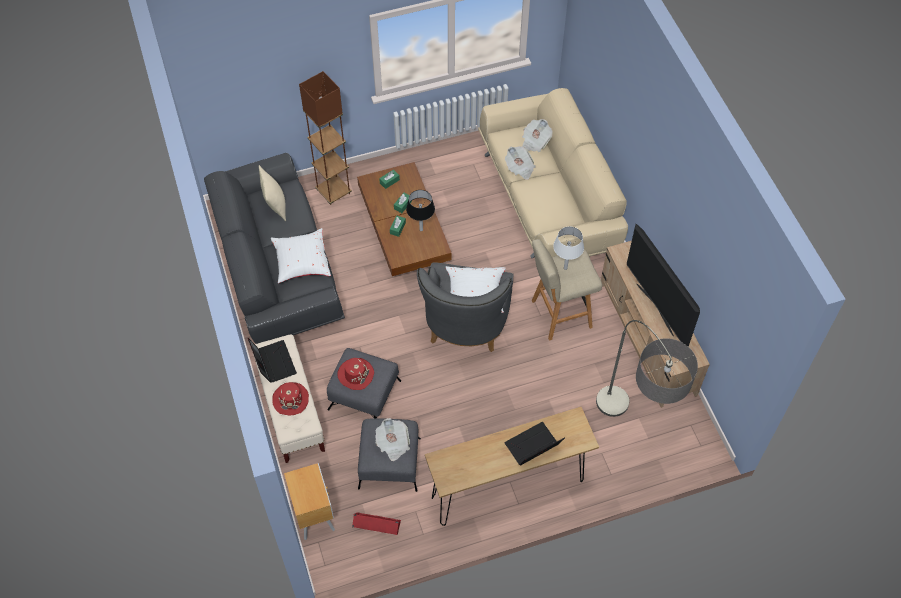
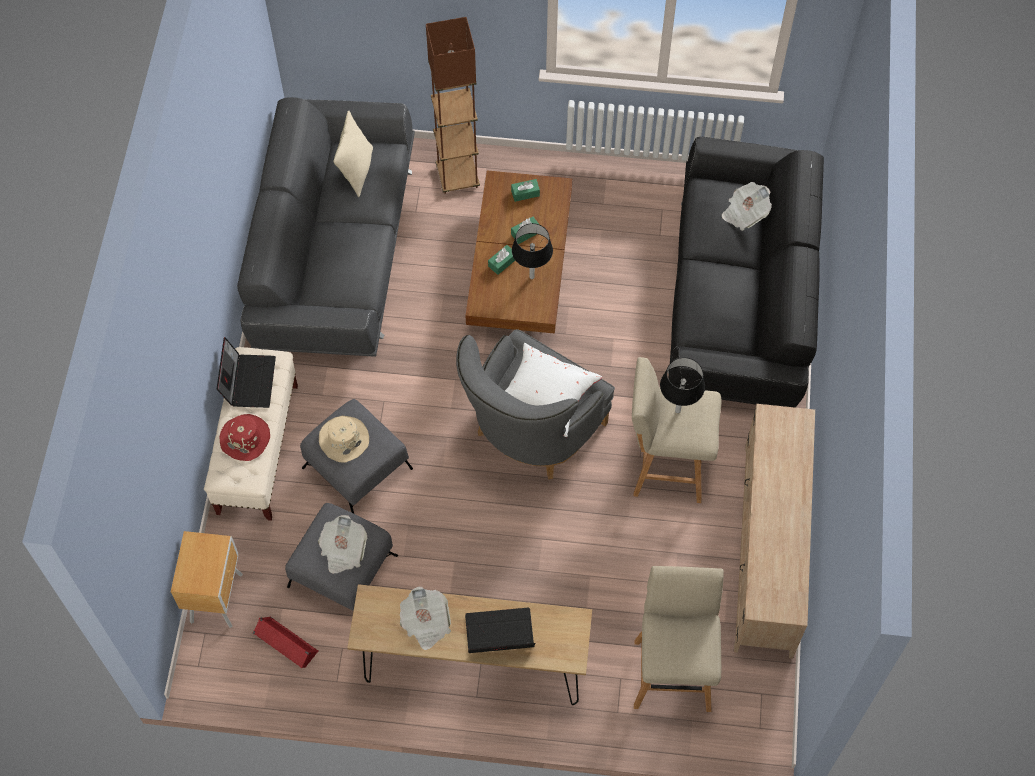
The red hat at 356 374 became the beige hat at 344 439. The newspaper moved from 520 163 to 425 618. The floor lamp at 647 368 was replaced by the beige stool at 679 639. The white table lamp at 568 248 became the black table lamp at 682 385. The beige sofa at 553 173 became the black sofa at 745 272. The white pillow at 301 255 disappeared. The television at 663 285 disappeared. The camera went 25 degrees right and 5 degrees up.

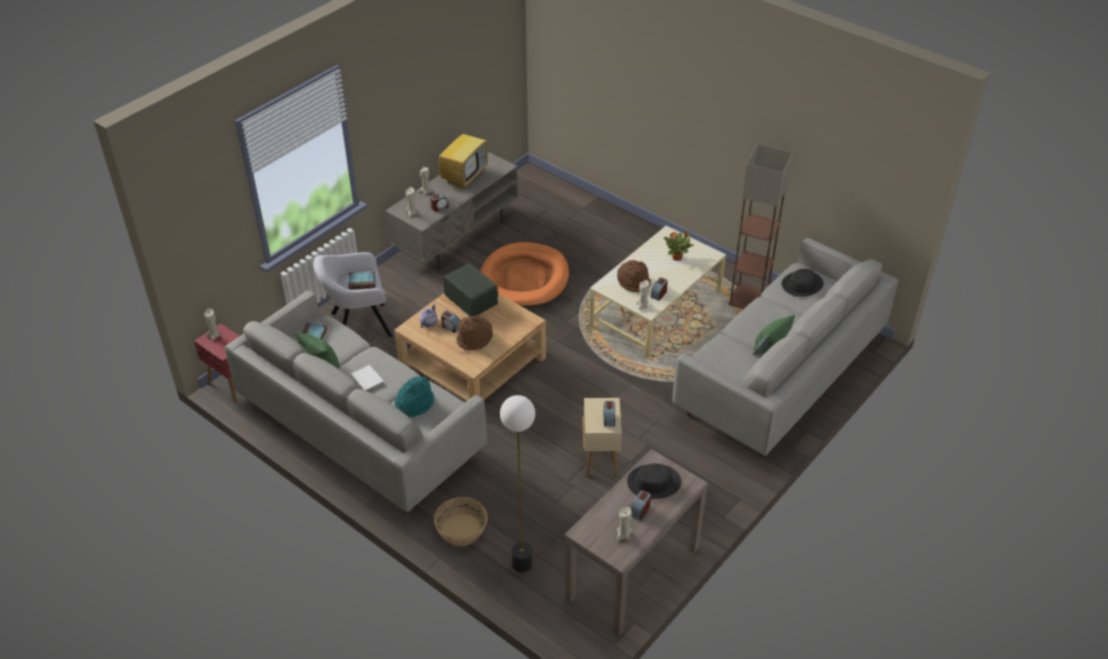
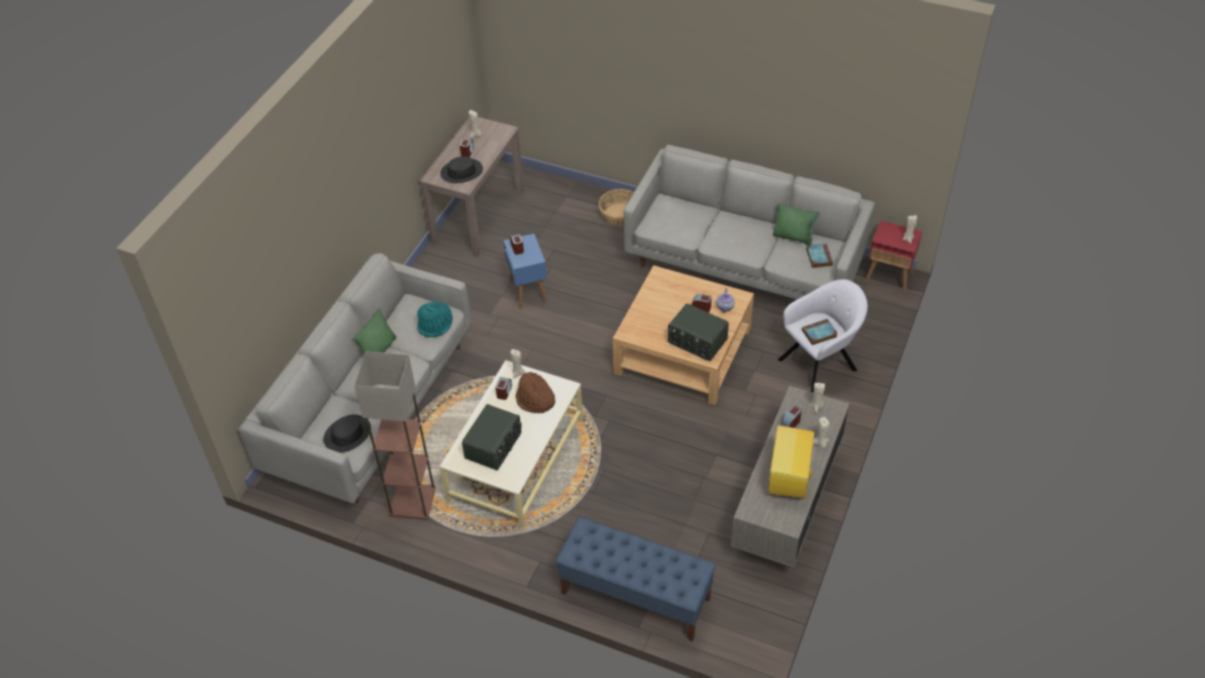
The turquoise hat moved from 414 396 to 435 319. The potted plant at 679 246 was replaced by the radio at 492 437. The beige side table at 602 437 became the blue side table at 525 271. The blue bench at 636 579 appeared. The white book at 367 378 disappeared. The brown hat at 474 333 disappeared. The orange dog bed at 524 275 disappeared. The floor lamp at 517 483 disappeared. The camera went 165 degrees right and 5 degrees up.

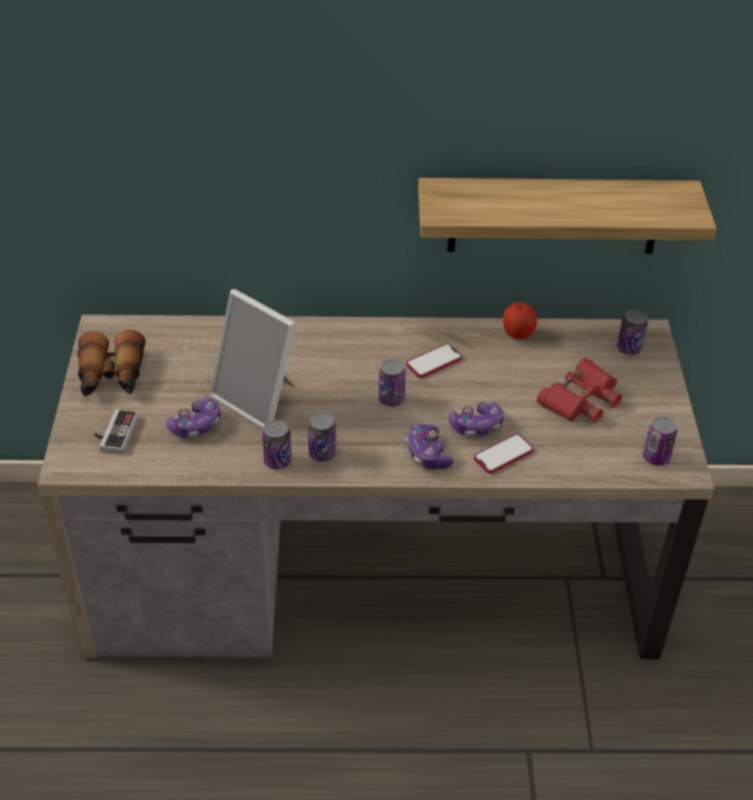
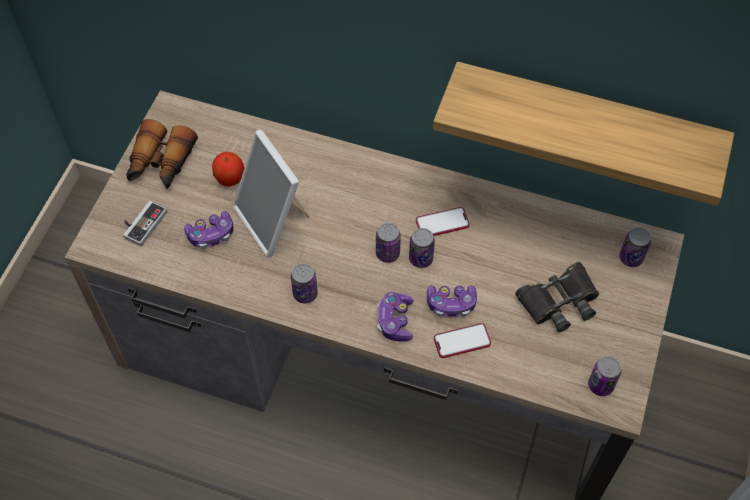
The apple moved from 520 320 to 228 169. The can moved from 277 444 to 422 248. The red binoculars at 579 390 became the black binoculars at 557 297. The camera went 20 degrees right and 15 degrees up.

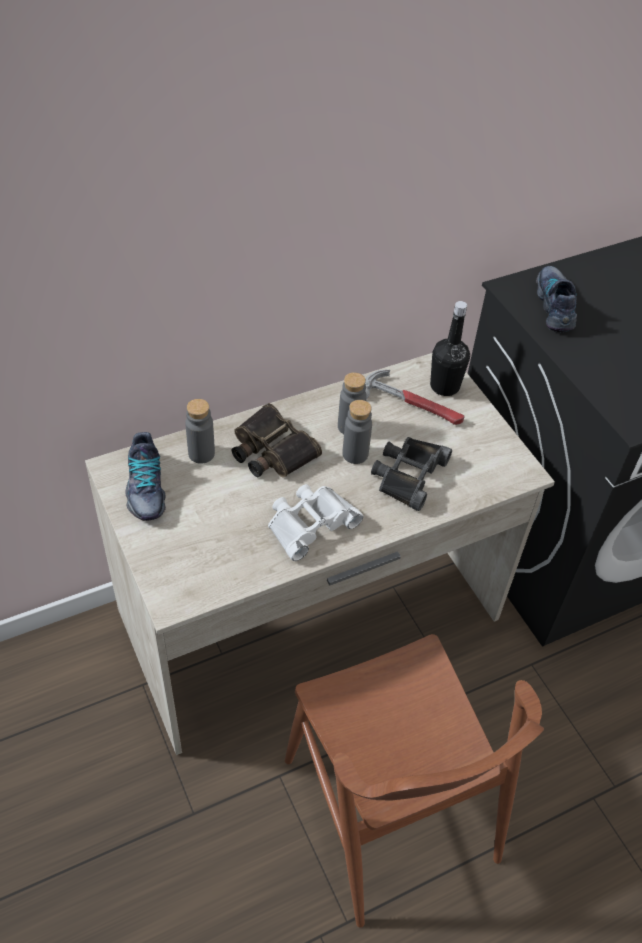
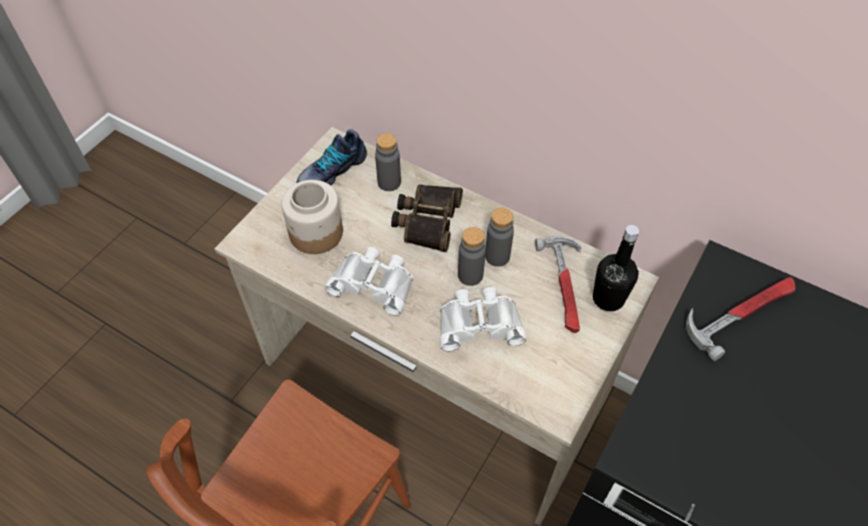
The jar at 312 217 appeared. The black binoculars at 411 474 became the white binoculars at 483 319. The shoe at 556 299 was replaced by the hammer at 740 319. The camera went 60 degrees right and 5 degrees up.

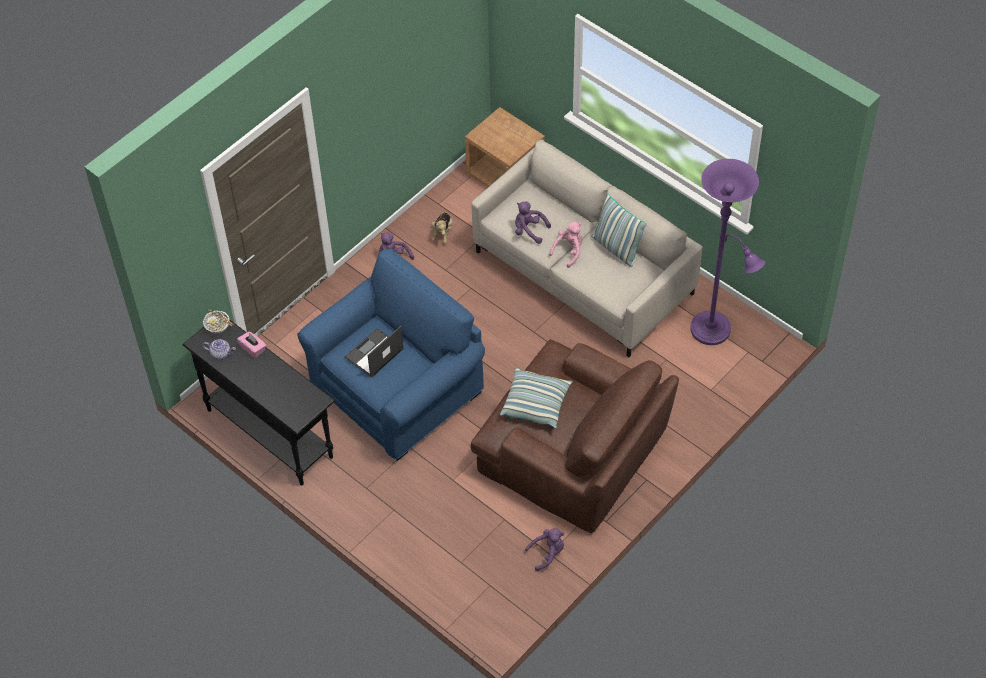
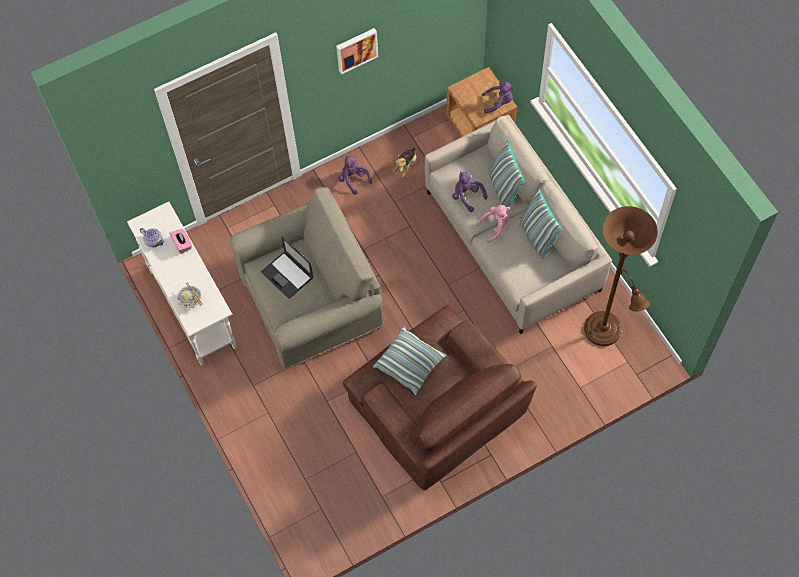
The black console table at 259 403 became the white console table at 181 283. The bowl moved from 218 321 to 190 295. The blue armchair at 391 354 became the beige armchair at 307 278. The laptop at 374 352 turned 105 degrees counterclockwise. The picture at 357 51 appeared. The purple plush toy moved from 544 549 to 498 97. The pillow at 507 173 appeared. The purple floor lamp at 727 252 became the brown floor lamp at 621 276. The camera went 20 degrees right and 10 degrees up.

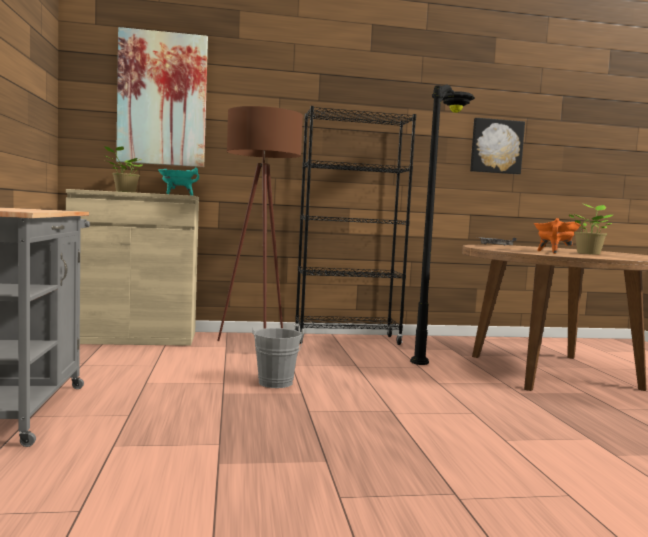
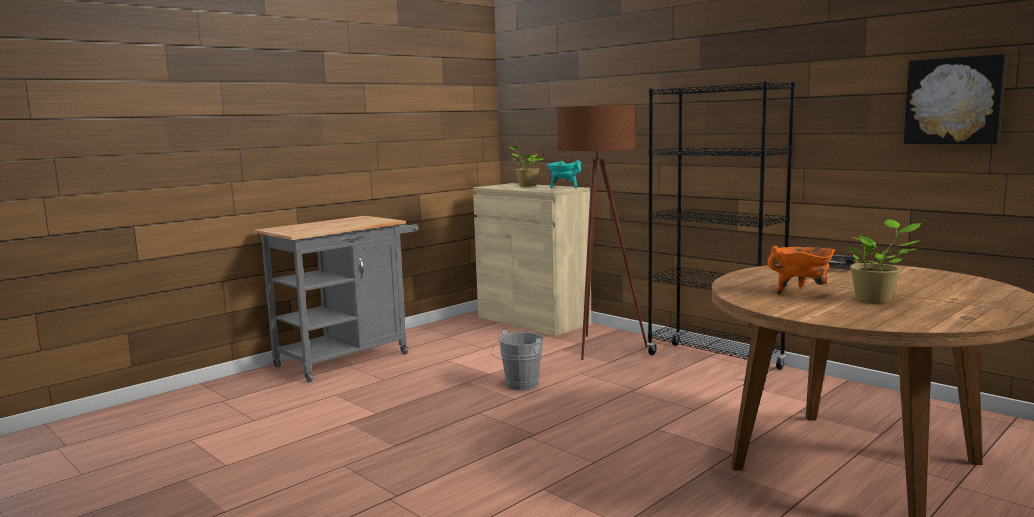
The picture at 162 97 disappeared. The black floor lamp at 442 224 disappeared. The camera went 55 degrees right and 5 degrees up.

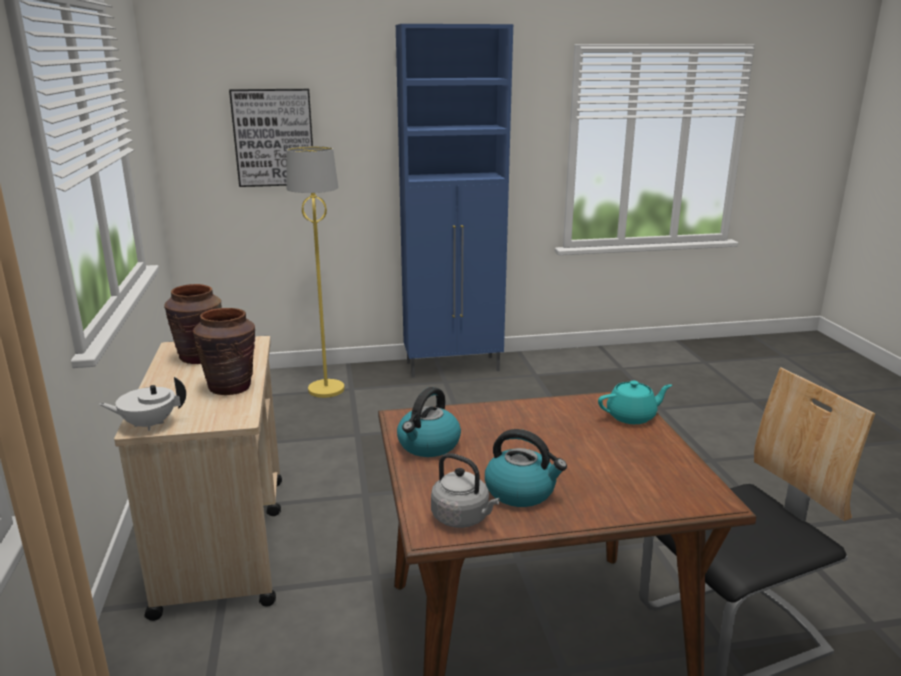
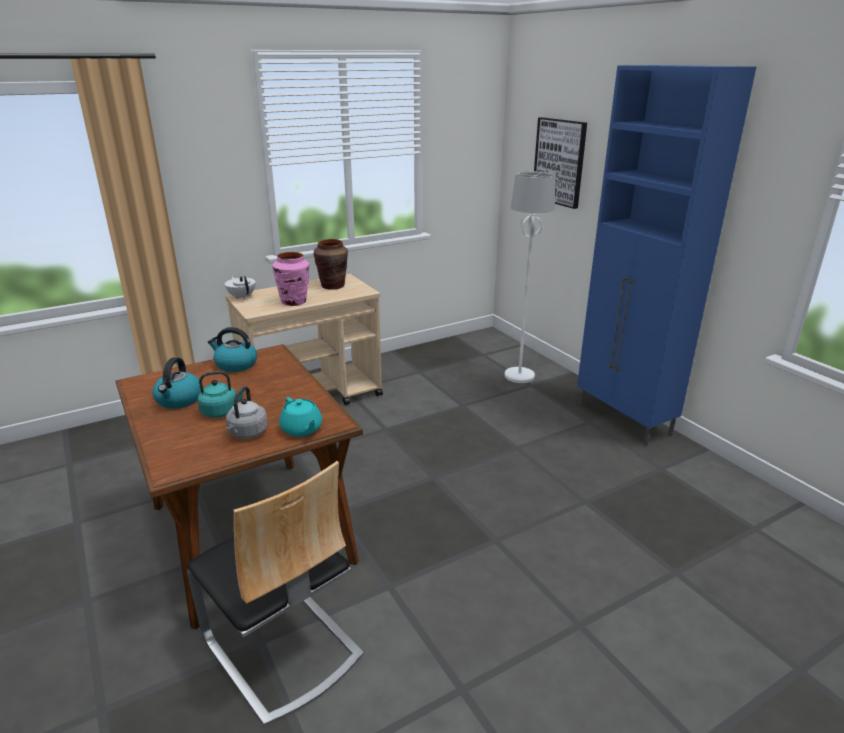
The turquoise kettle at 221 394 appeared. The grey kettle moved from 465 490 to 247 412. The brown vase at 224 351 became the pink vase at 291 279. The yellow floor lamp at 316 272 became the white floor lamp at 530 277. The camera went 70 degrees right and 5 degrees up.

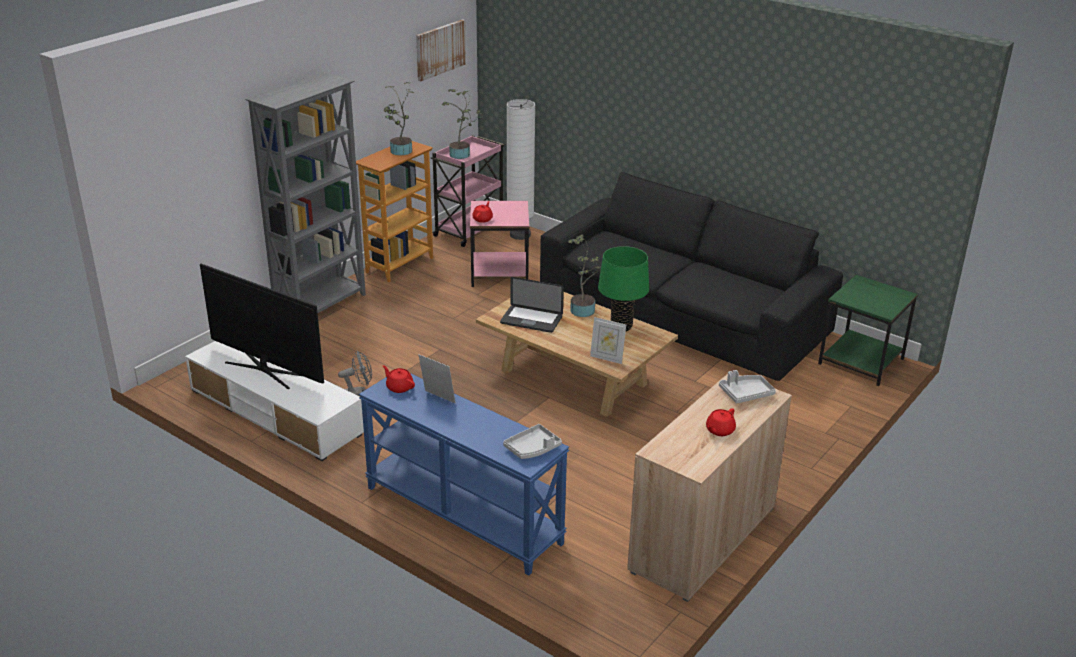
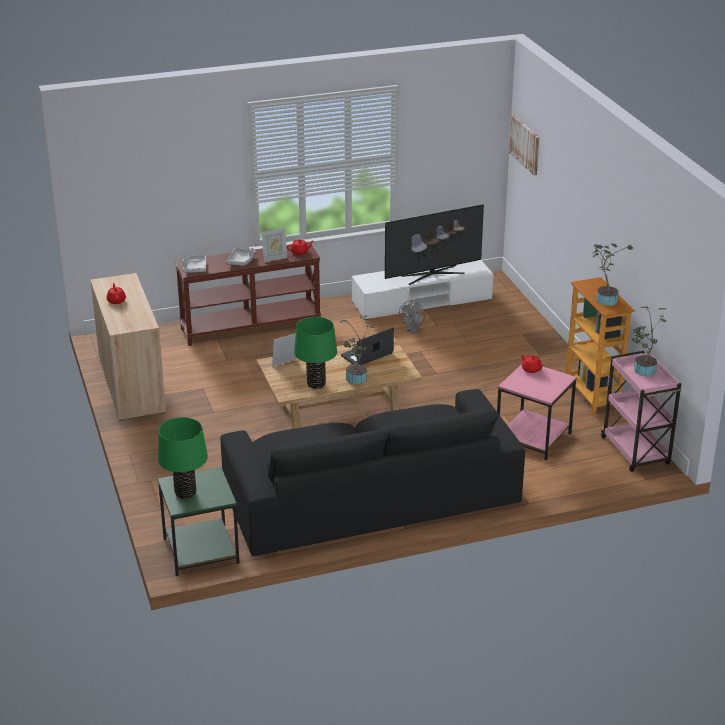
The green table lamp at 183 458 appeared. The blue console table at 464 474 became the brown console table at 248 294. The grey tray moved from 747 387 to 241 257. The picture moved from 441 50 to 524 145. The grey bookcase at 305 192 disappeared. The white floor lamp at 521 169 disappeared. The camera went 125 degrees right and 0 degrees up.

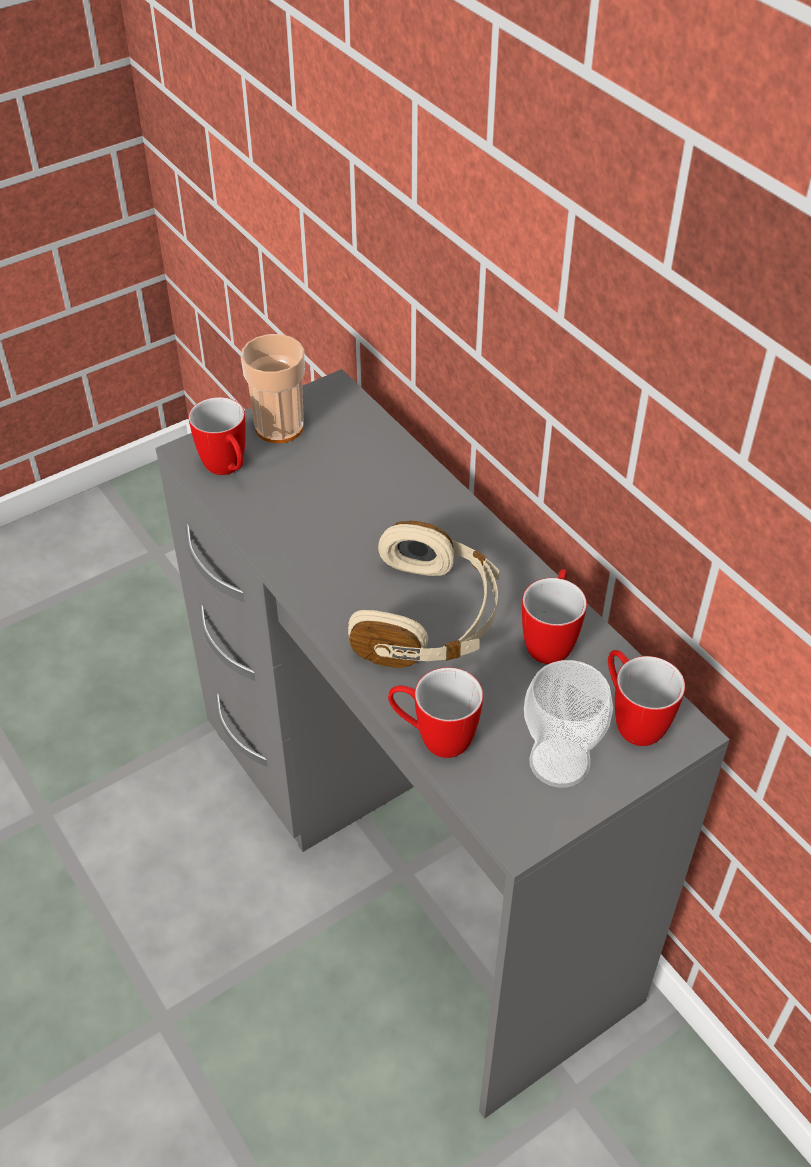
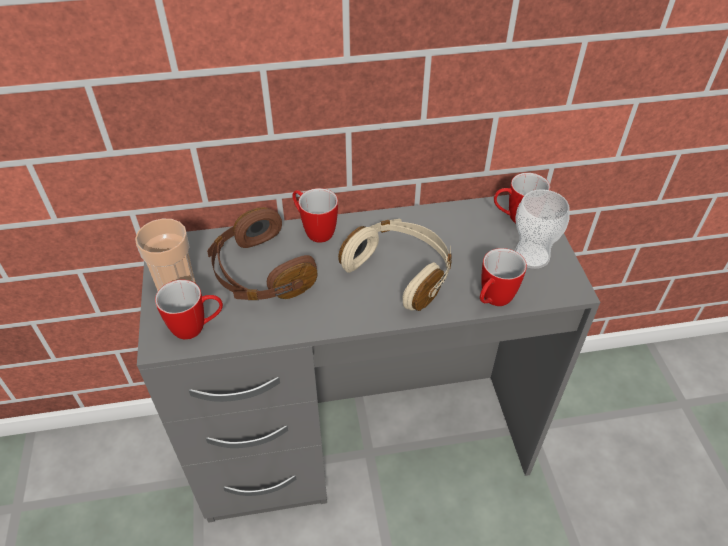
The brown headphones at 262 253 appeared. The mug moved from 554 616 to 315 215. The camera went 65 degrees left and 0 degrees up.

